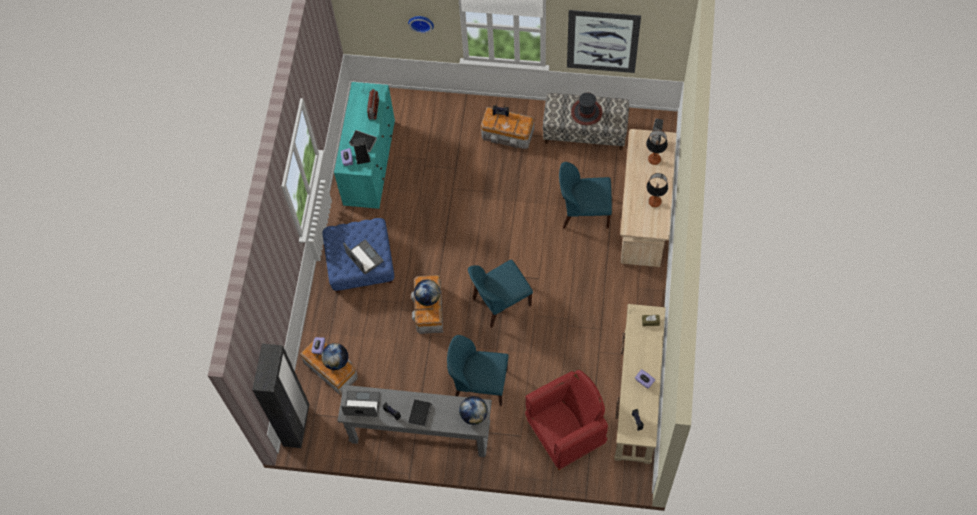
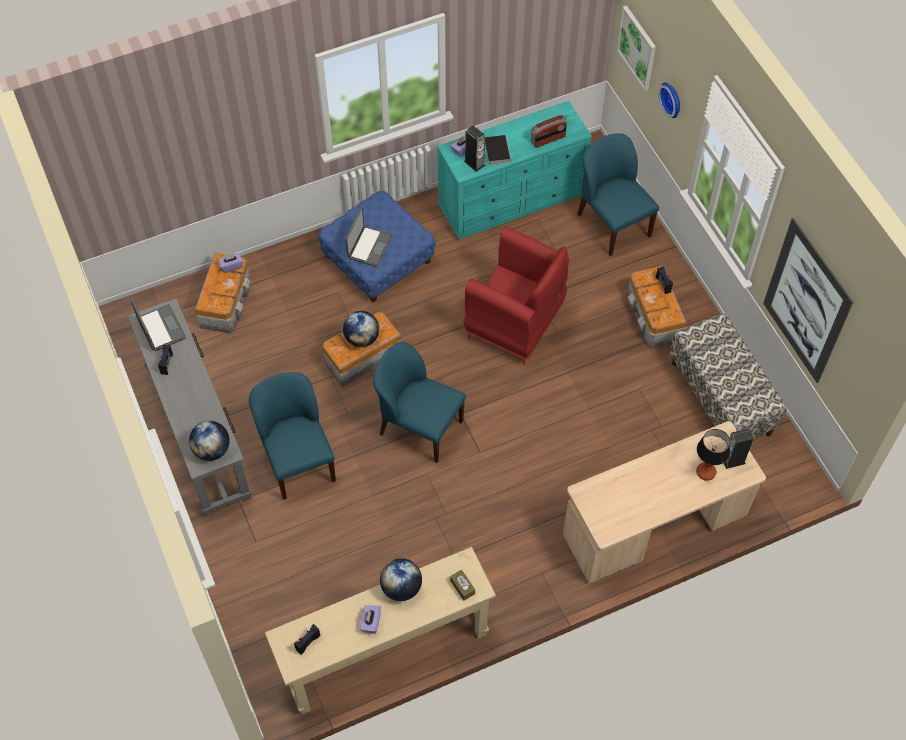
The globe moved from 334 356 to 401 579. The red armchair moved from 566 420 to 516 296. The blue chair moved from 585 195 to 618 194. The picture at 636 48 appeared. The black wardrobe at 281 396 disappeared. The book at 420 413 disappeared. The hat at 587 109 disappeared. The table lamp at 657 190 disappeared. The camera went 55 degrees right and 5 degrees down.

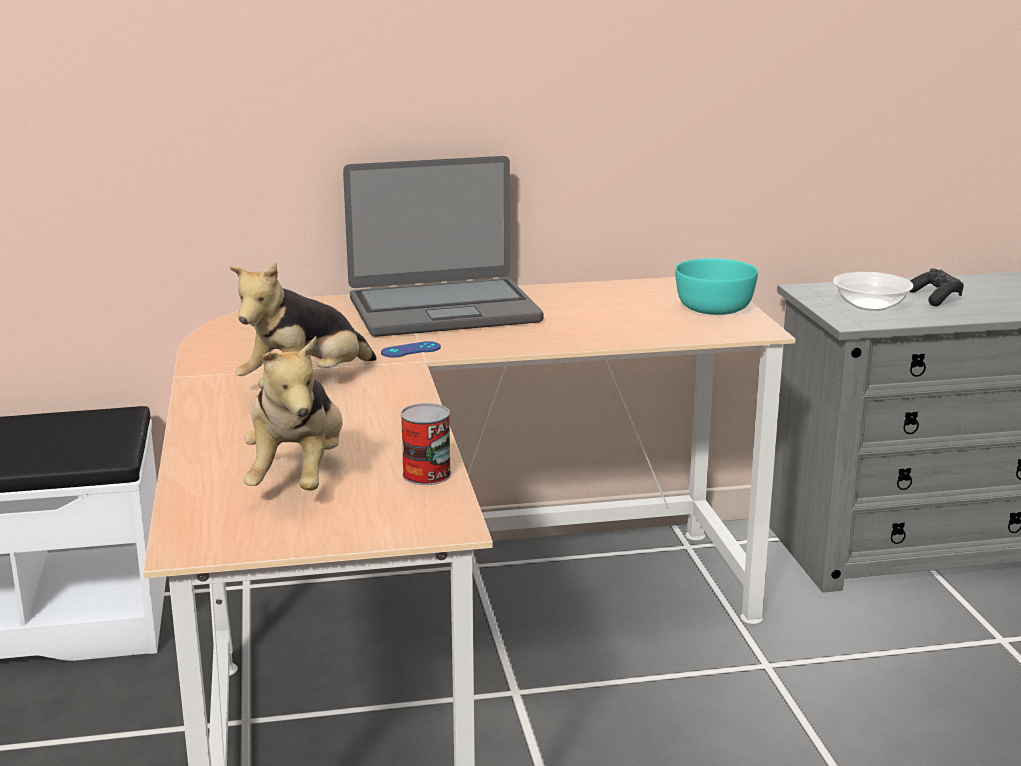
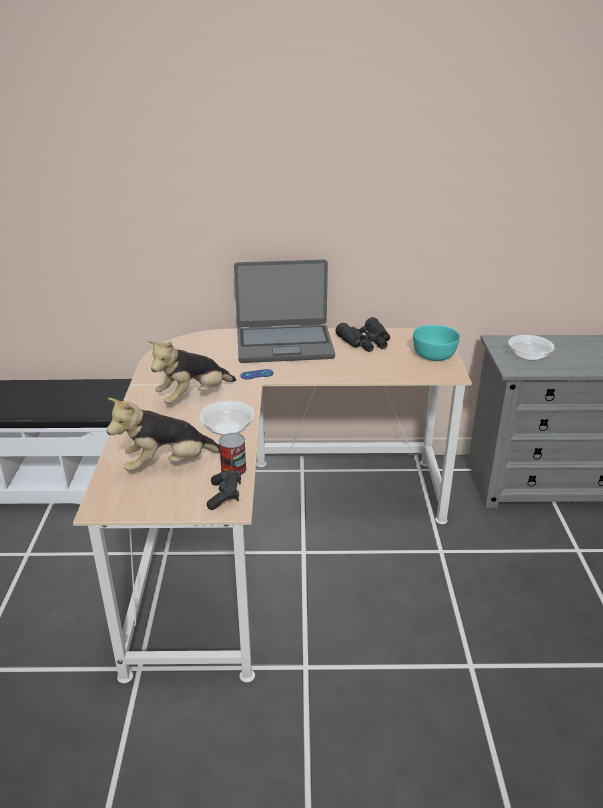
The plush toy at 293 413 turned 60 degrees clockwise. The bowl at 227 418 appeared. The black game controller moved from 936 287 to 224 490. The black binoculars at 363 334 appeared. The camera went 10 degrees right and 10 degrees up.

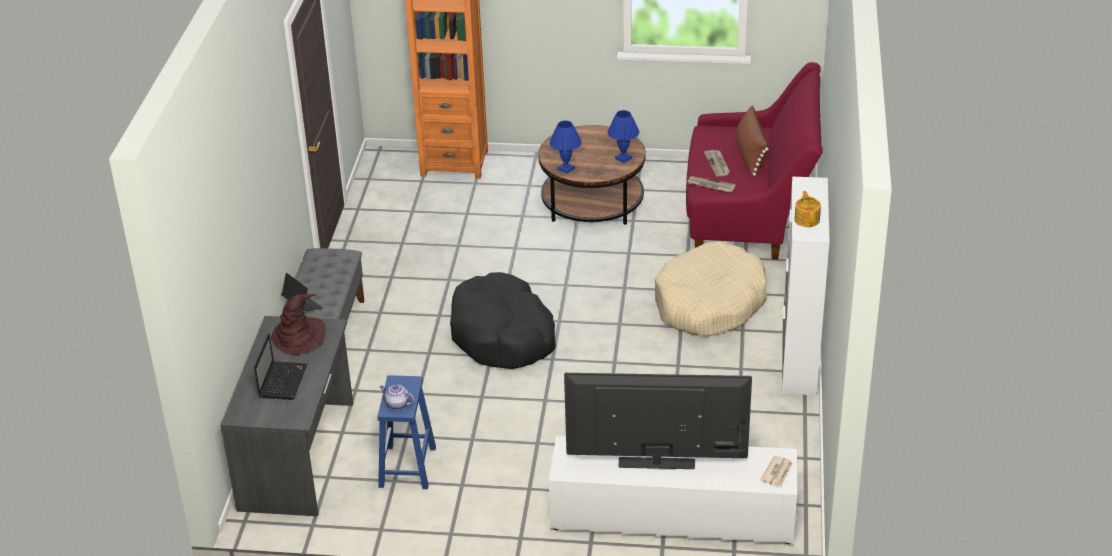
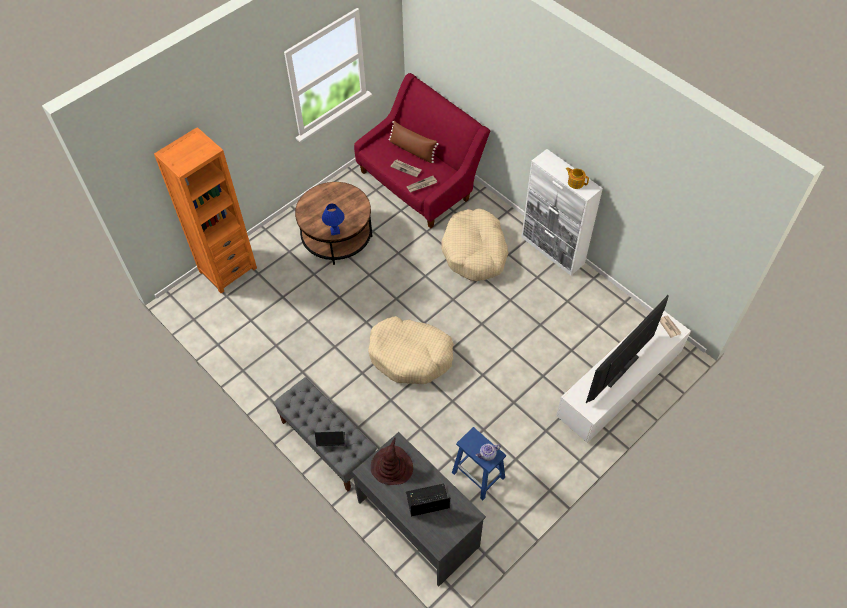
The black dog bed at 503 320 became the beige dog bed at 411 350. The laptop at 281 366 turned 60 degrees counterclockwise. The blue table lamp at 623 136 disappeared. The camera went 50 degrees left and 20 degrees up.

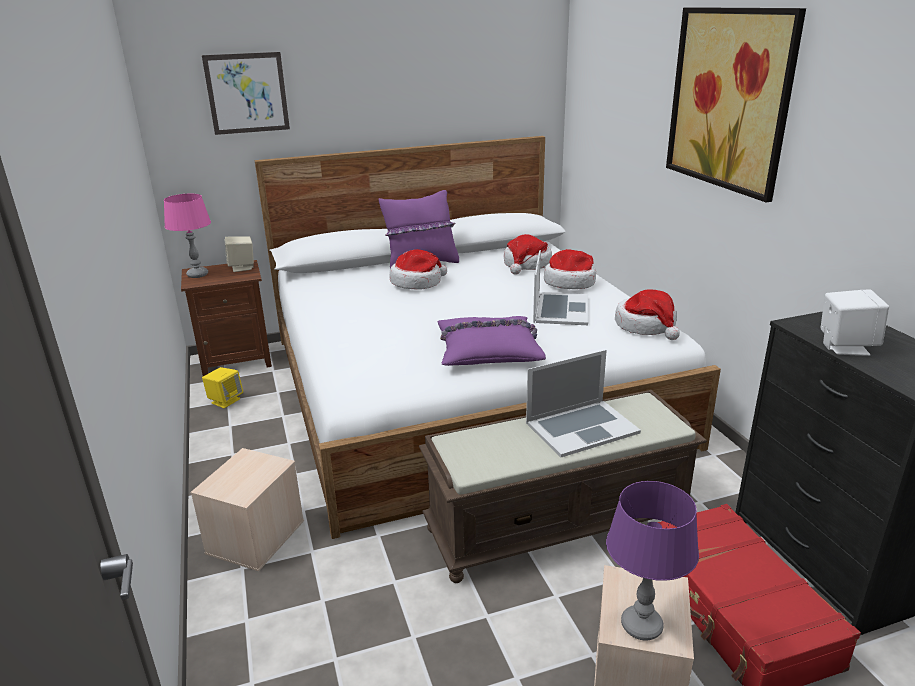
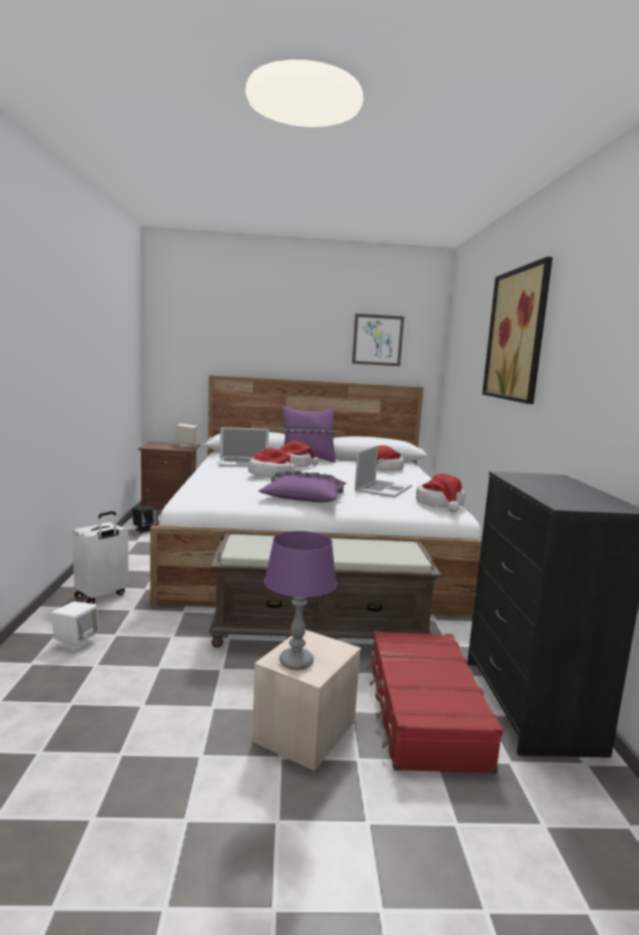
The white speaker moved from 855 322 to 75 626. The beige storage box at 247 509 was replaced by the white suitcase at 100 557. The yellow speaker at 222 387 became the black speaker at 145 519. The laptop moved from 583 403 to 244 447. The hat moved from 570 269 to 271 463. The picture moved from 246 93 to 378 339. The pink table lamp at 187 236 disappeared. The camera went 15 degrees right and 15 degrees down.

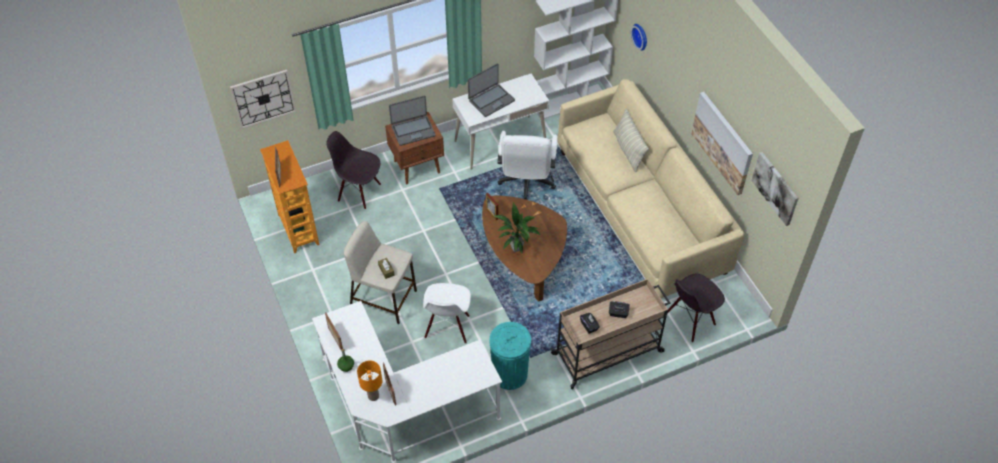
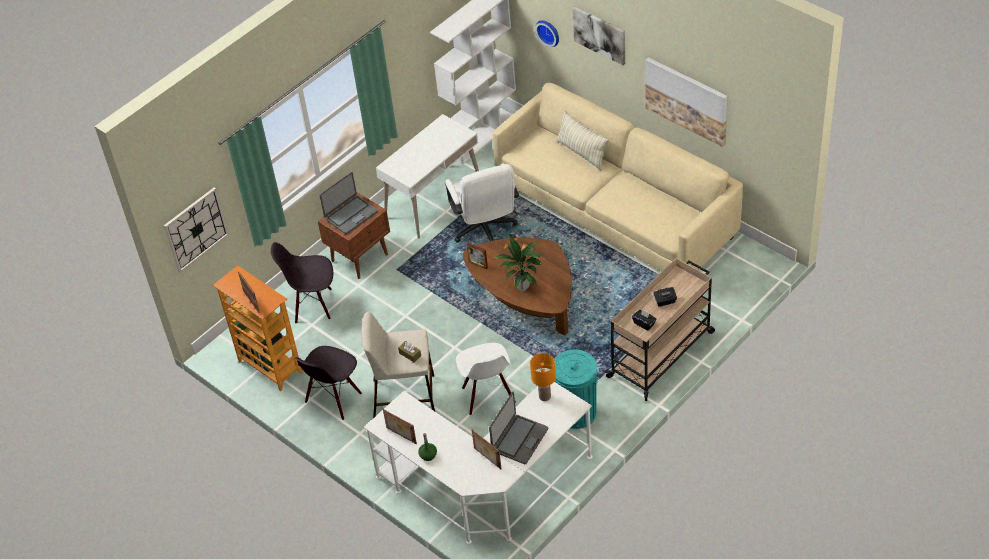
The black chair moved from 696 308 to 328 383. The laptop moved from 491 90 to 518 428. The orange table lamp moved from 369 381 to 543 377. The picture moved from 775 189 to 599 36. The camera went 20 degrees left and 5 degrees down.

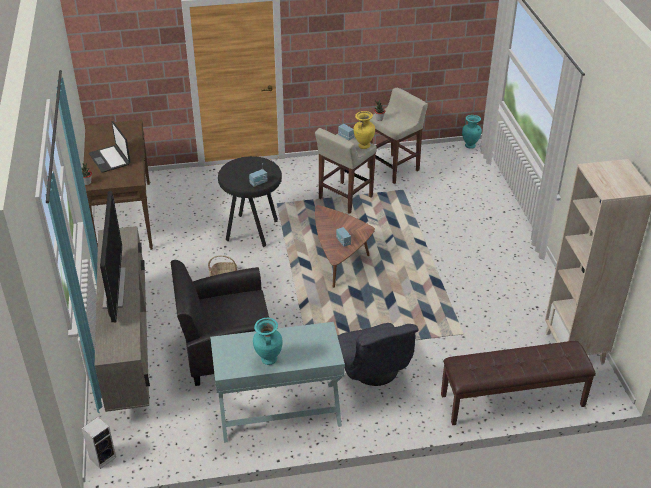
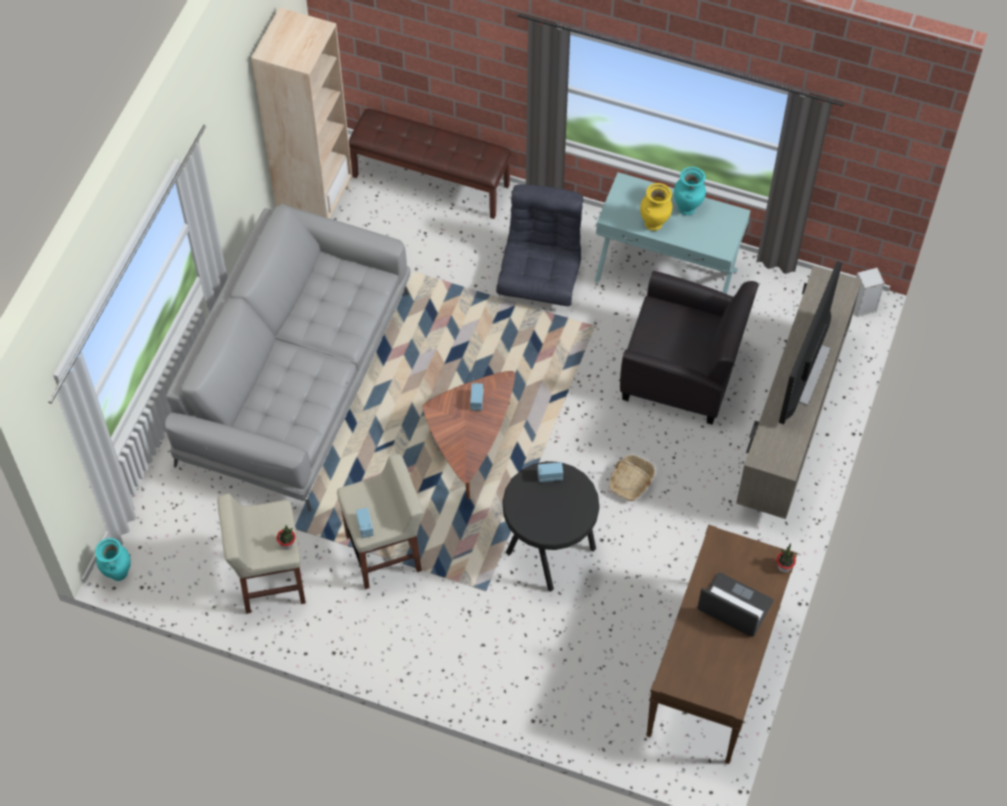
The grey sofa at 288 358 appeared. The yellow vase moved from 364 130 to 656 207. The laptop at 110 147 turned 60 degrees counterclockwise. The camera went 150 degrees left and 20 degrees up.

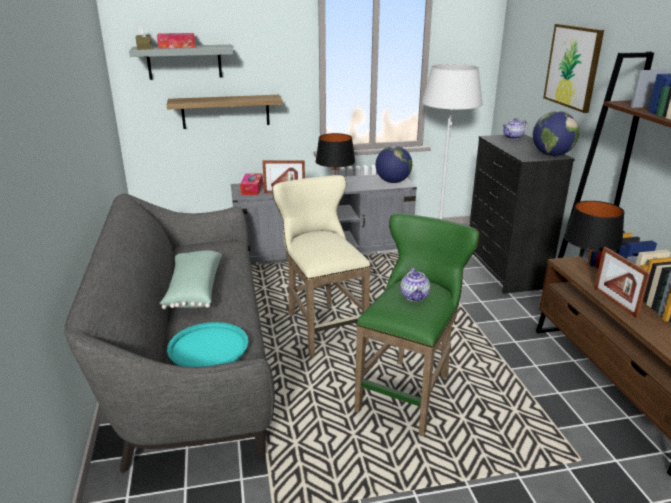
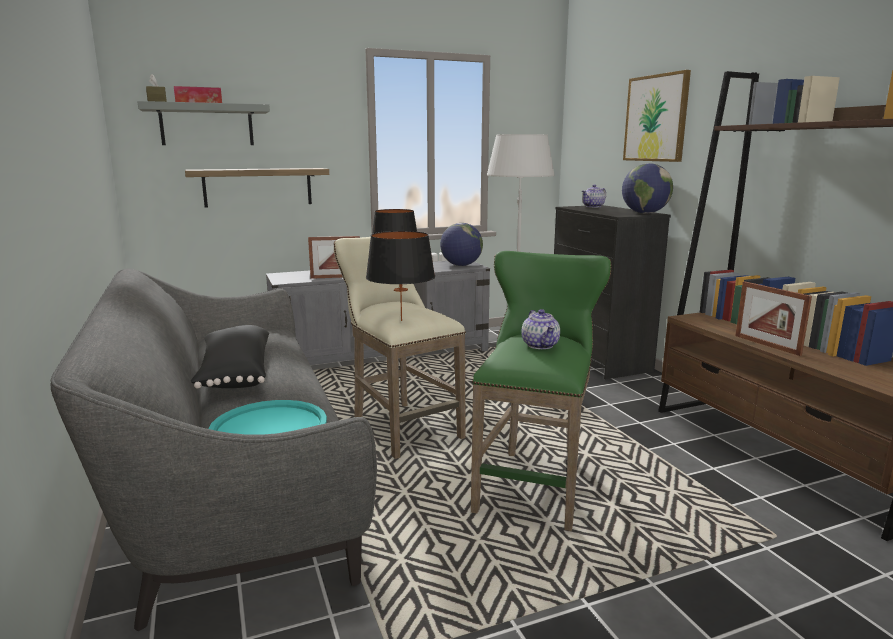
The green pillow at 191 279 became the black pillow at 230 356. The black table lamp moved from 594 236 to 400 276. The tissue box at 251 184 disappeared. The camera went 10 degrees left and 10 degrees down.

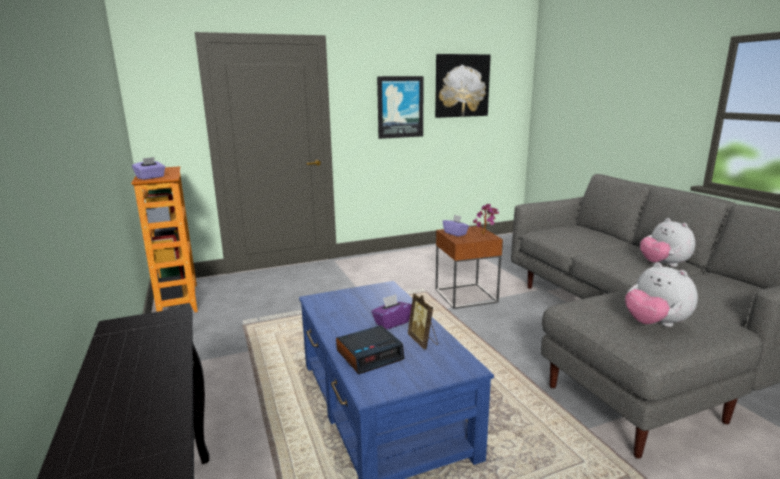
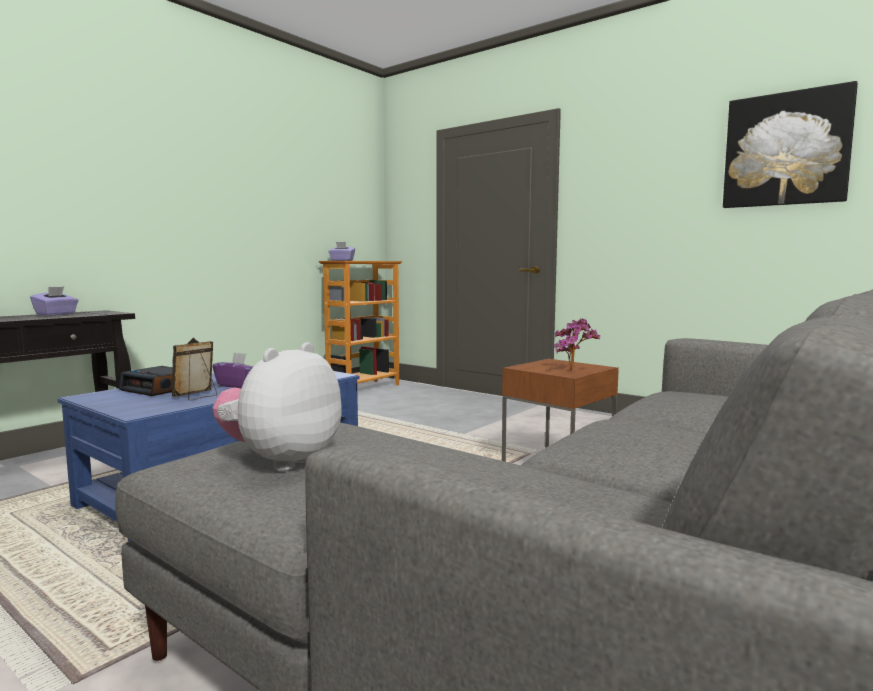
The purple tissue box moved from 456 225 to 54 301. The picture at 400 107 disappeared. The plush toy at 668 242 disappeared. The camera went 60 degrees right and 10 degrees down.

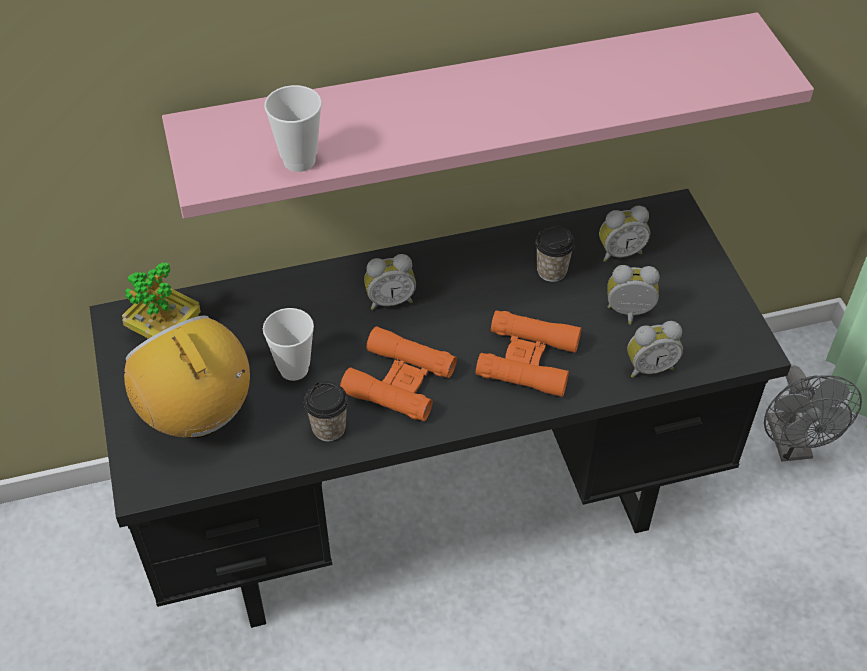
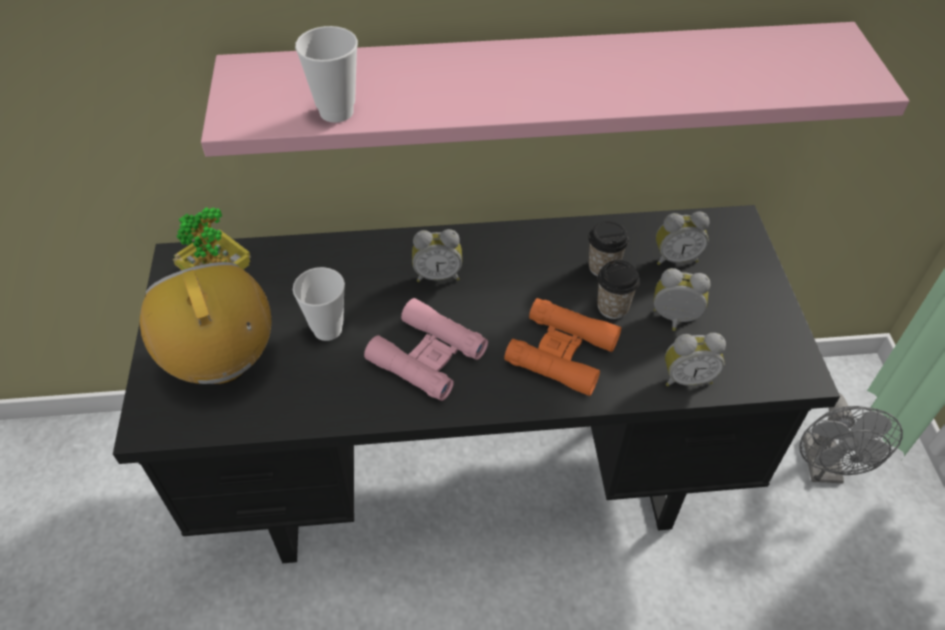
The orange binoculars at 398 373 became the pink binoculars at 426 349. The cup moved from 326 411 to 618 289. The camera went 10 degrees right and 0 degrees up.

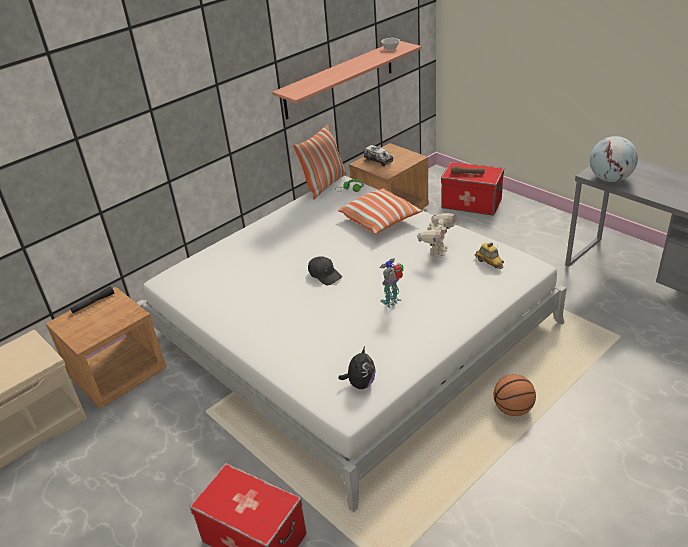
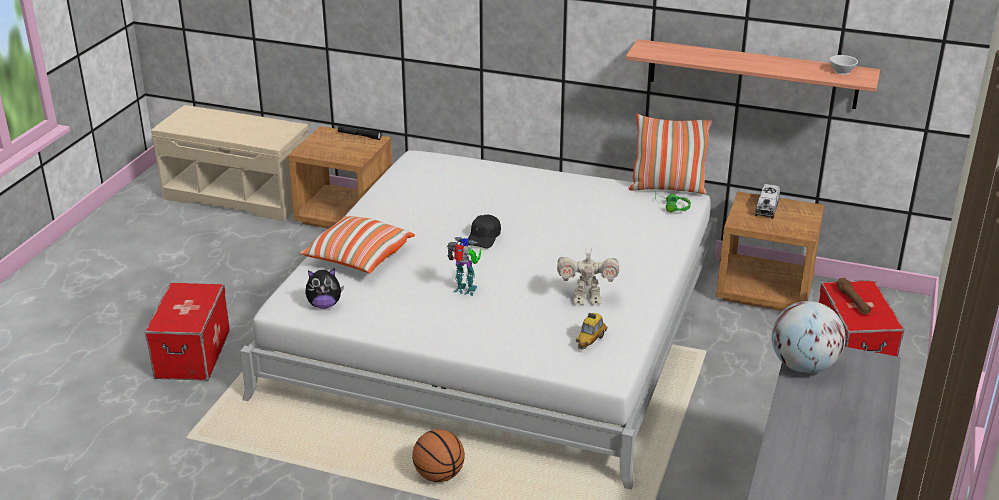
The pillow moved from 380 211 to 357 245. The camera went 60 degrees right and 5 degrees down.

